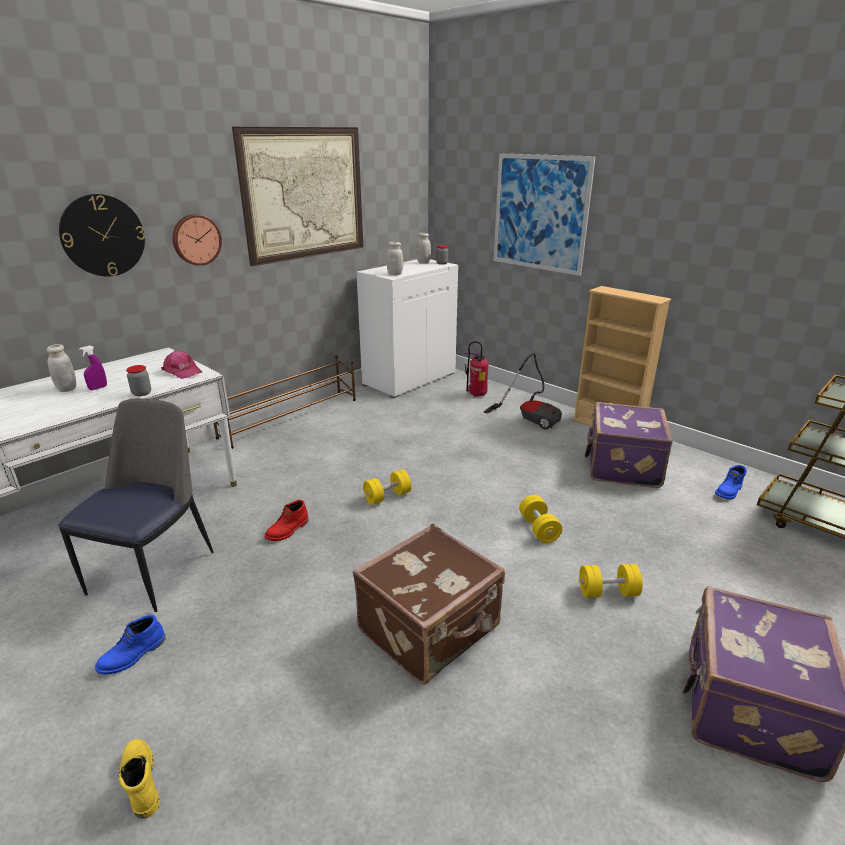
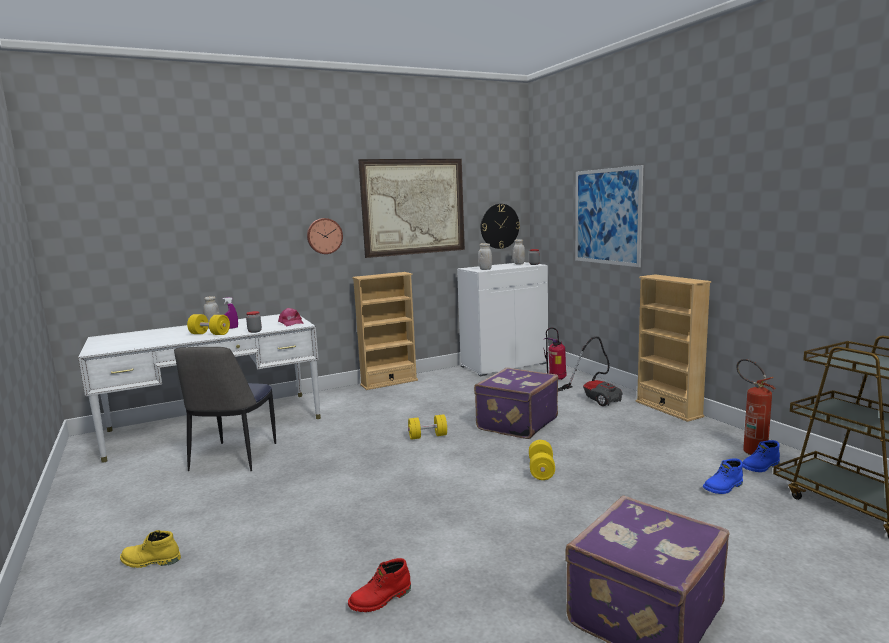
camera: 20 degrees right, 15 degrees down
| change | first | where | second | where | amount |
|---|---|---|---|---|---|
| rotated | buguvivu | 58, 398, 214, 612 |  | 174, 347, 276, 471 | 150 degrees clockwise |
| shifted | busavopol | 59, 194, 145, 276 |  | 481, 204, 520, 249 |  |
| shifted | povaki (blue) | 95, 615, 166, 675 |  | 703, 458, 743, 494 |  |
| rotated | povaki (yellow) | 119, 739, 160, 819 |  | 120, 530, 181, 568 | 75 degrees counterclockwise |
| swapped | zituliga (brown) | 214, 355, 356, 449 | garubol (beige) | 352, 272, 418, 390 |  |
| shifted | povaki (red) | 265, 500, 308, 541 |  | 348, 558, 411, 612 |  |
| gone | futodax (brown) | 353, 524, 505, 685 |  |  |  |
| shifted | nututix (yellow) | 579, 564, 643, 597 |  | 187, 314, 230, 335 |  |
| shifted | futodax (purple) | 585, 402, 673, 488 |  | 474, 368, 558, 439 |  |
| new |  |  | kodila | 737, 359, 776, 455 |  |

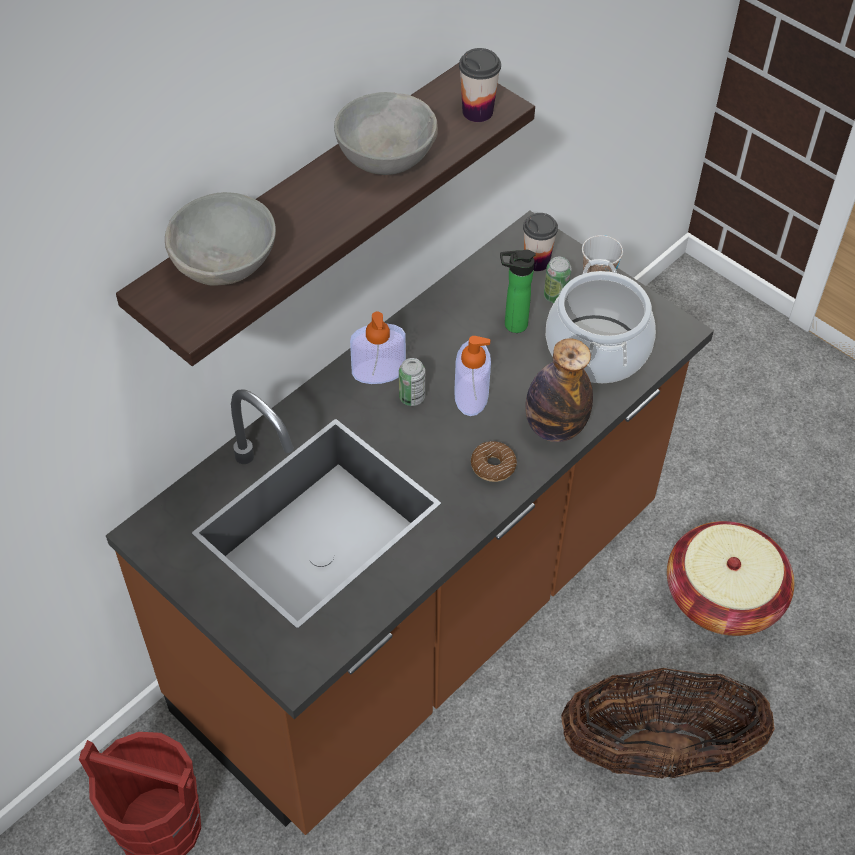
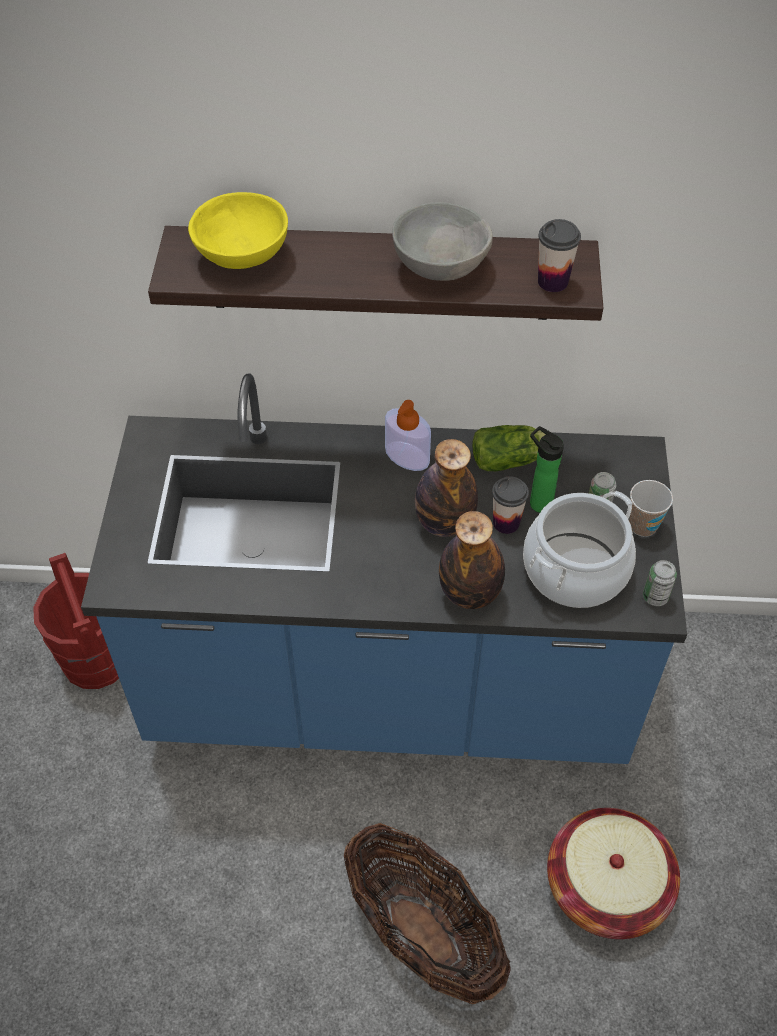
camera: 50 degrees right, 0 degrees up
| change | first | where | second | where | amount |
|---|---|---|---|---|---|
| repainted | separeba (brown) | 106, 211, 714, 835 | separeba (blue) | 81, 374, 687, 764 |  |
| repainted | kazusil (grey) | 165, 192, 276, 286 | kazusil (yellow) | 188, 192, 288, 269 |  |
| shifted | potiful | 399, 358, 425, 406 |  | 643, 560, 677, 606 |  |
| swapped | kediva | 454, 336, 491, 416 | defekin | 415, 439, 478, 537 |  |
| gone | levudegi | 471, 441, 517, 482 |  |  |  |
| shifted | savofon | 523, 213, 558, 271 |  | 492, 476, 529, 534 |  |
| new |  |  | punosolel | 472, 425, 546, 471 |  |

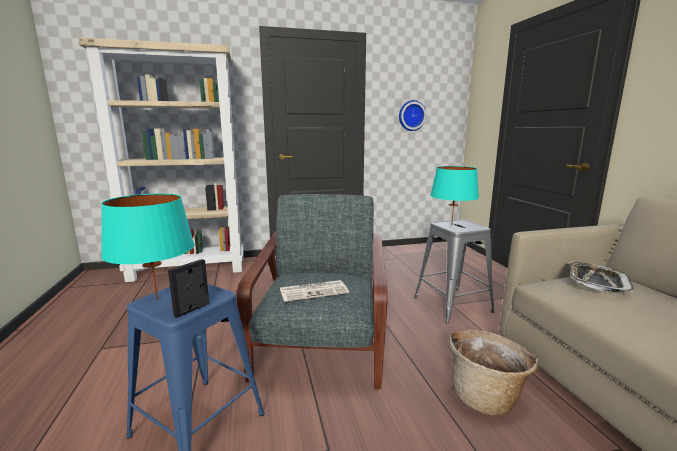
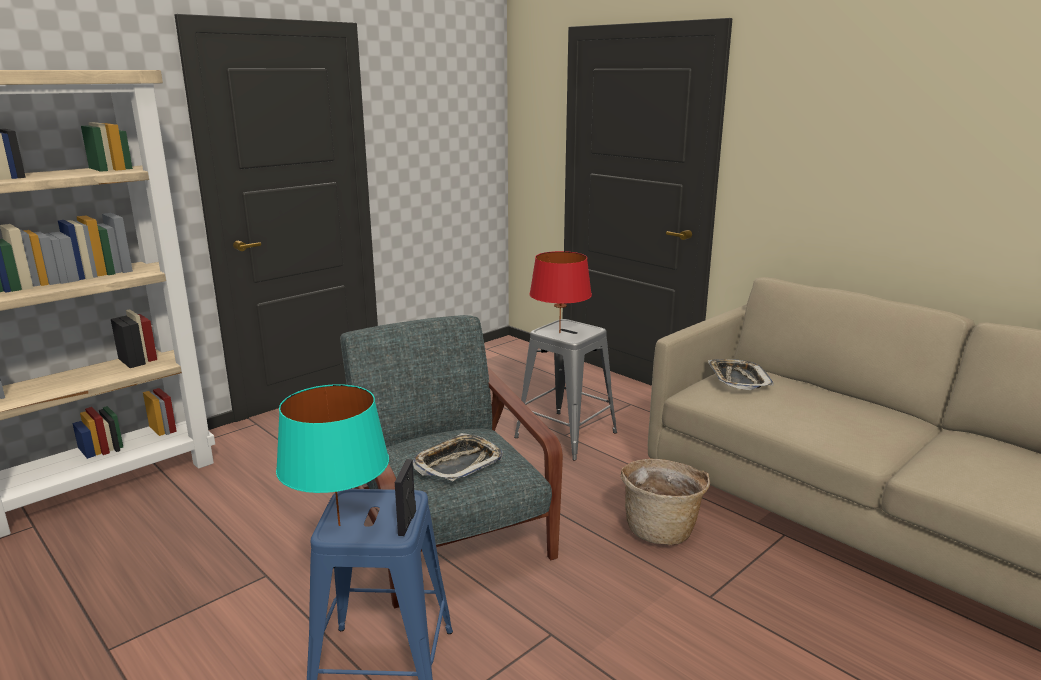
camera: 30 degrees left, 5 degrees up
| change | first | where | second | where | amount |
|---|---|---|---|---|---|
| swapped | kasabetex | 280, 280, 349, 302 | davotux | 413, 433, 503, 482 |  |
| gone | busavopol | 399, 100, 426, 131 |  |  |  |
| repainted | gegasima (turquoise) | 430, 166, 479, 226 | gegasima (red) | 529, 251, 592, 333 |  |

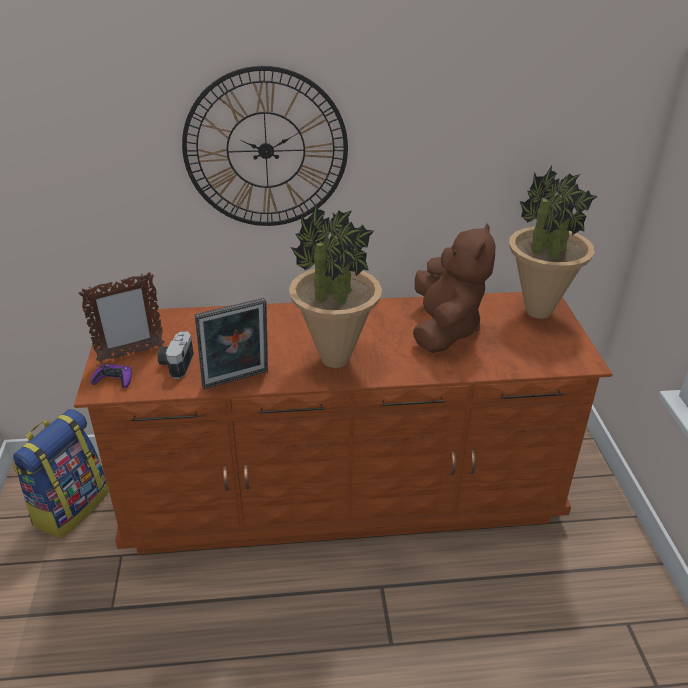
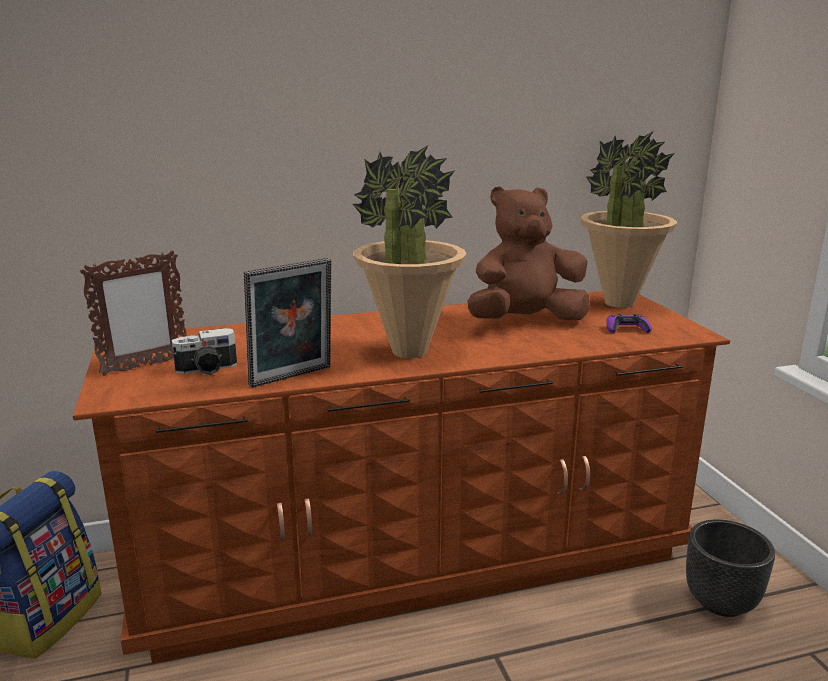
camera: 10 degrees left, 15 degrees down
| change | first | where | second | where | amount |
|---|---|---|---|---|---|
| shifted | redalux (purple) | 90, 364, 132, 388 |  | 606, 314, 652, 333 |  |
| rotated | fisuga | 157, 331, 194, 379 |  | 172, 328, 237, 375 | 105 degrees counterclockwise |
| gone | busavopol | 182, 66, 348, 226 |  |  |  |
| rotated | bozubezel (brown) | 413, 223, 496, 353 |  | 468, 186, 590, 320 | 105 degrees counterclockwise |
| new |  |  | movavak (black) | 686, 519, 775, 617 |  |

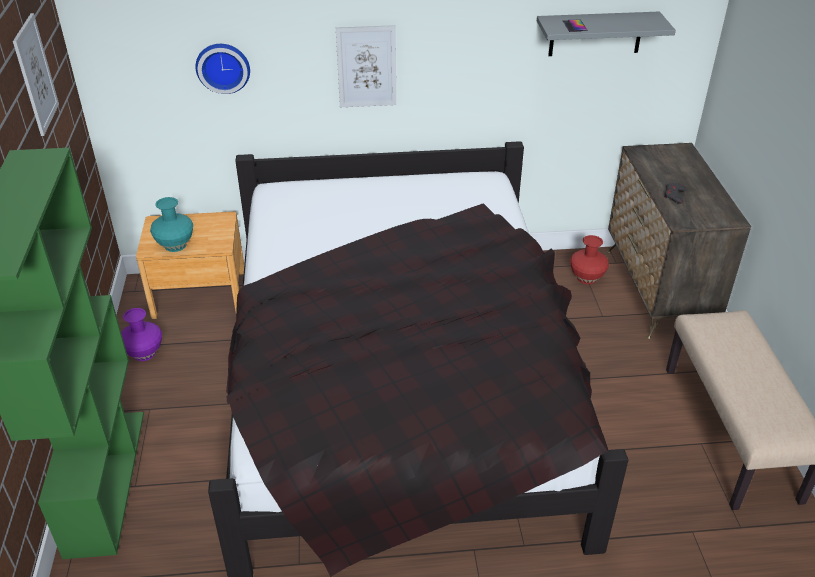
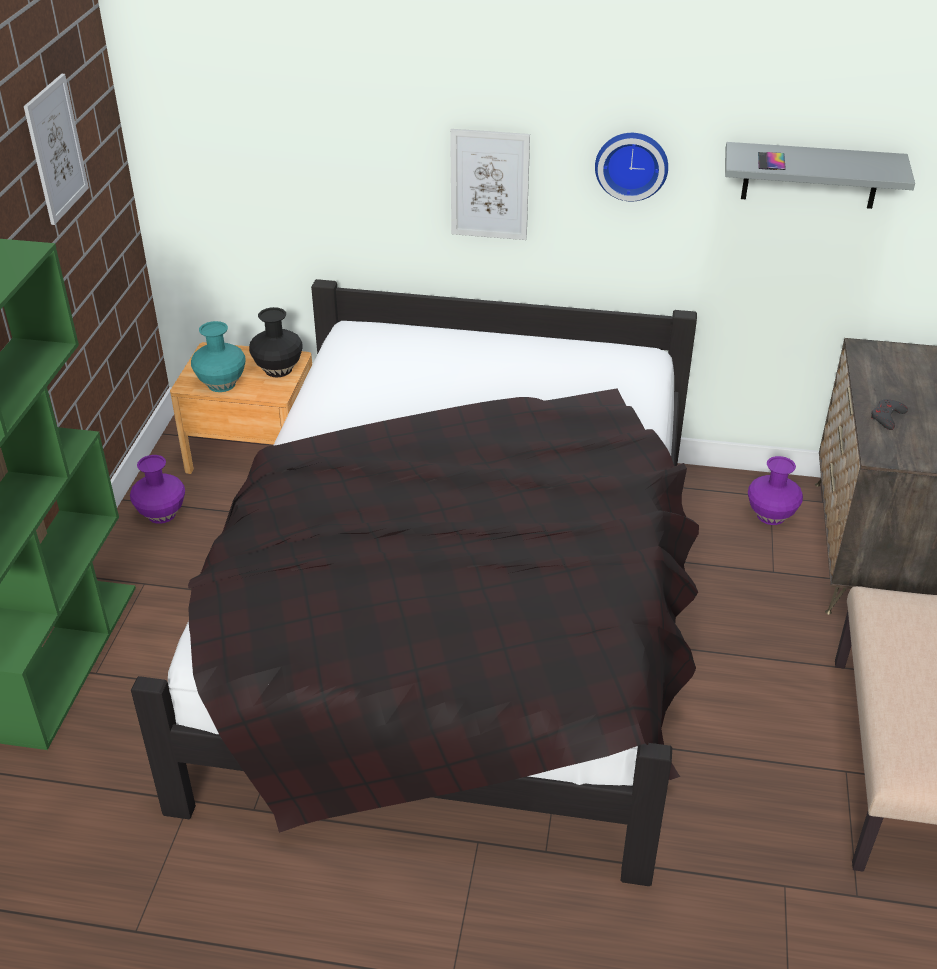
camera: 15 degrees right, 0 degrees up
| change | first | where | second | where | amount |
|---|---|---|---|---|---|
| shifted | busavopol | 195, 44, 250, 94 |  | 595, 133, 668, 202 |  |
| repainted | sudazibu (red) | 570, 235, 609, 284 | sudazibu (purple) | 748, 456, 803, 525 |  |
| new |  |  | sudazibu (black) | 249, 307, 303, 377 |  |

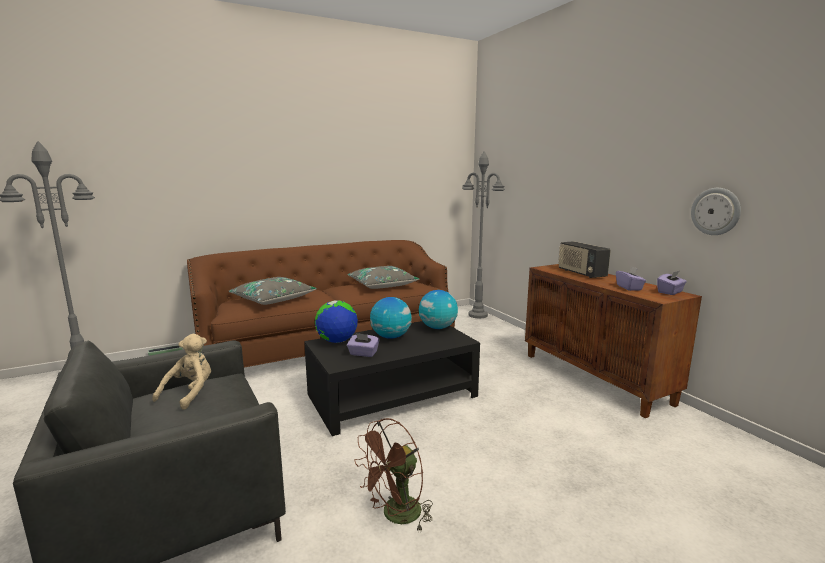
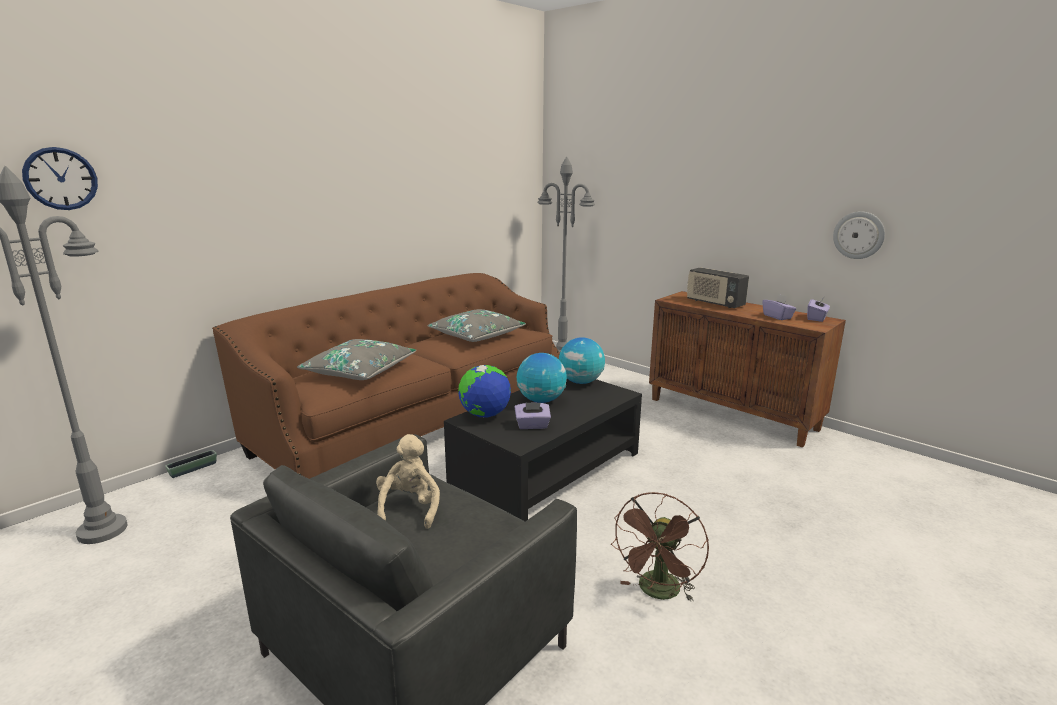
camera: 20 degrees left, 5 degrees up
| change | first | where | second | where | amount |
|---|---|---|---|---|---|
| new |  |  | busavopol | 22, 147, 98, 210 |  |

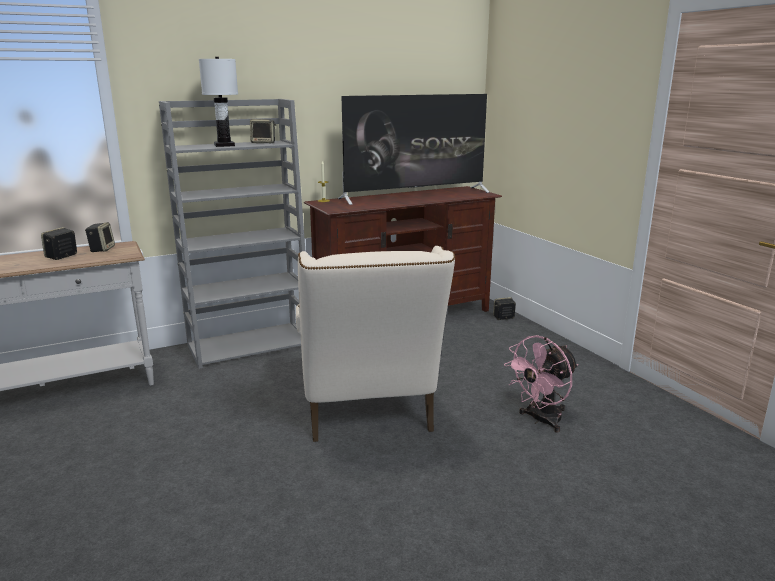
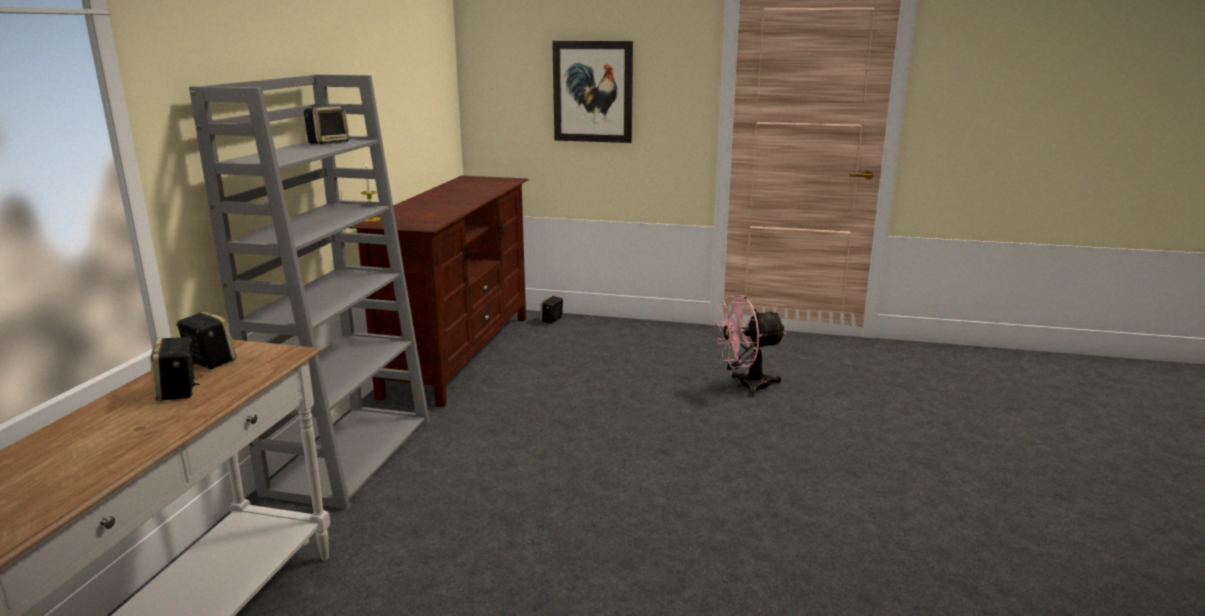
camera: 50 degrees left, 0 degrees up
| change | first | where | second | where | amount |
|---|---|---|---|---|---|
| gone | gegasima (white) | 199, 57, 238, 147 |  |  |  |
| gone | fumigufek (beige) | 296, 246, 455, 442 |  |  |  |
| gone | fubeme | 338, 94, 489, 205 |  |  |  |
| rotated | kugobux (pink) | 504, 335, 578, 433 |  | 715, 295, 786, 397 | 75 degrees clockwise |
| new |  |  | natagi | 552, 41, 633, 143 |  |

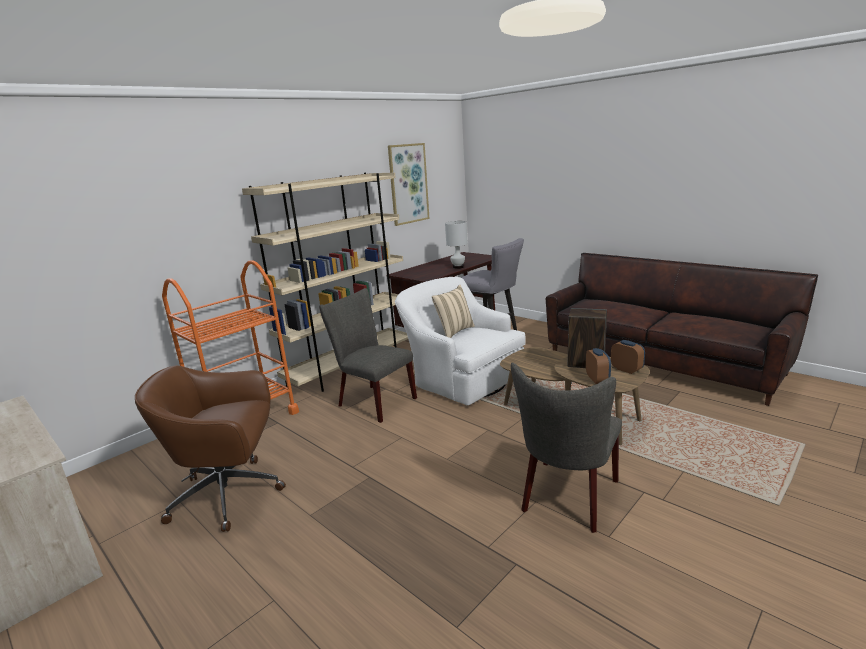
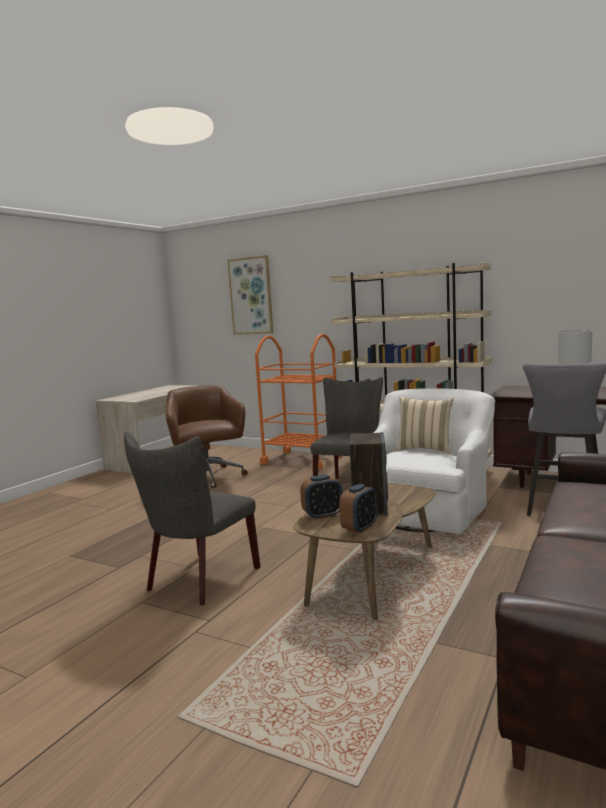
camera: 75 degrees right, 10 degrees down
| change | first | where | second | where | amount |
|---|---|---|---|---|---|
| shifted | natagi | 388, 143, 430, 226 |  | 227, 255, 274, 335 |  |
| rotated | buguvivu (grey) | 511, 363, 622, 533 |  | 124, 431, 261, 606 | 75 degrees counterclockwise |

